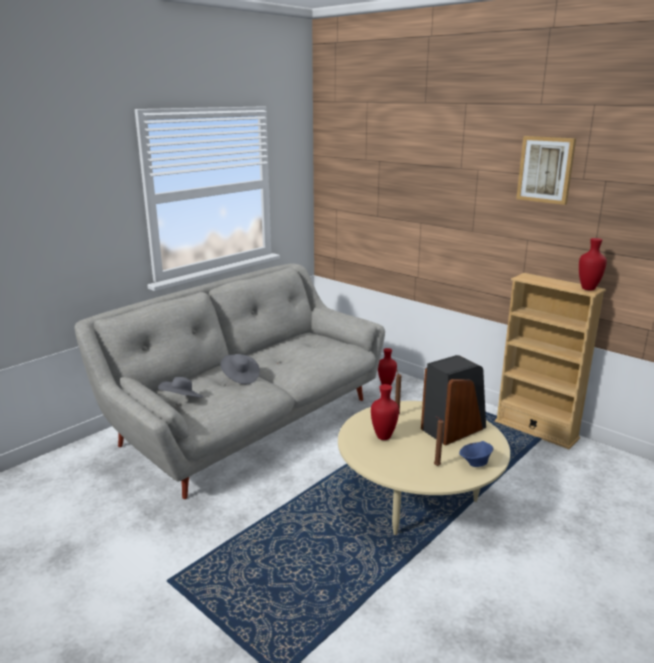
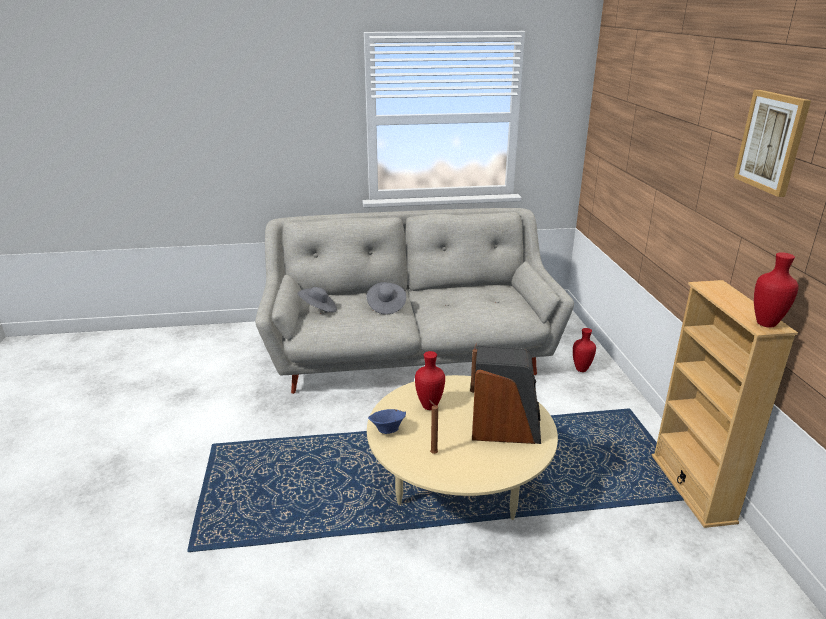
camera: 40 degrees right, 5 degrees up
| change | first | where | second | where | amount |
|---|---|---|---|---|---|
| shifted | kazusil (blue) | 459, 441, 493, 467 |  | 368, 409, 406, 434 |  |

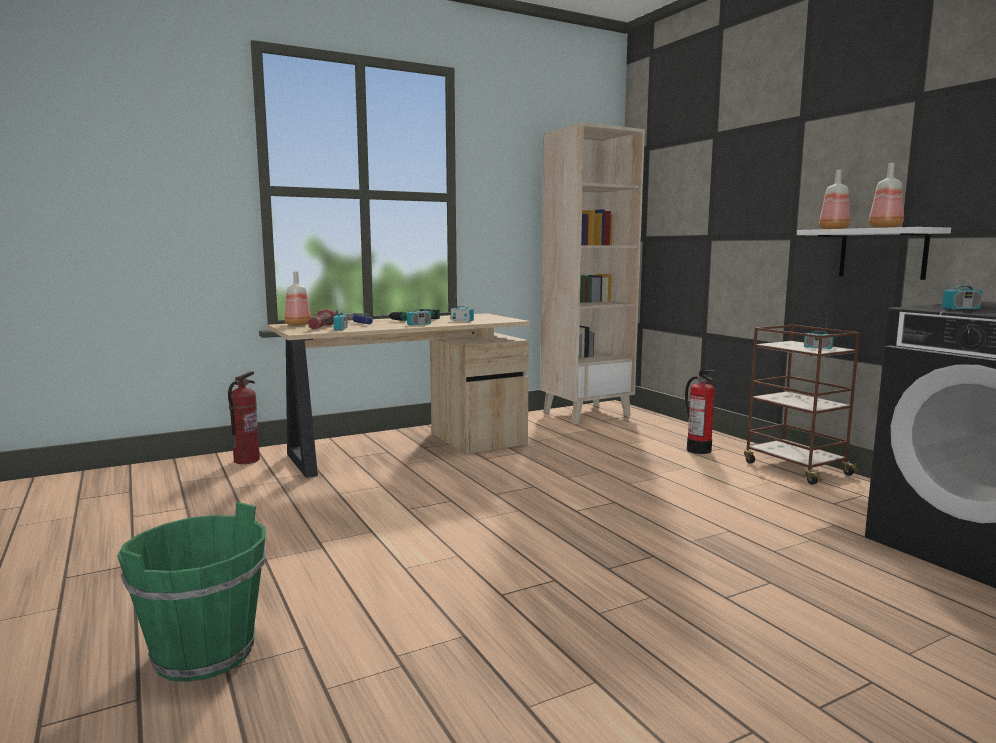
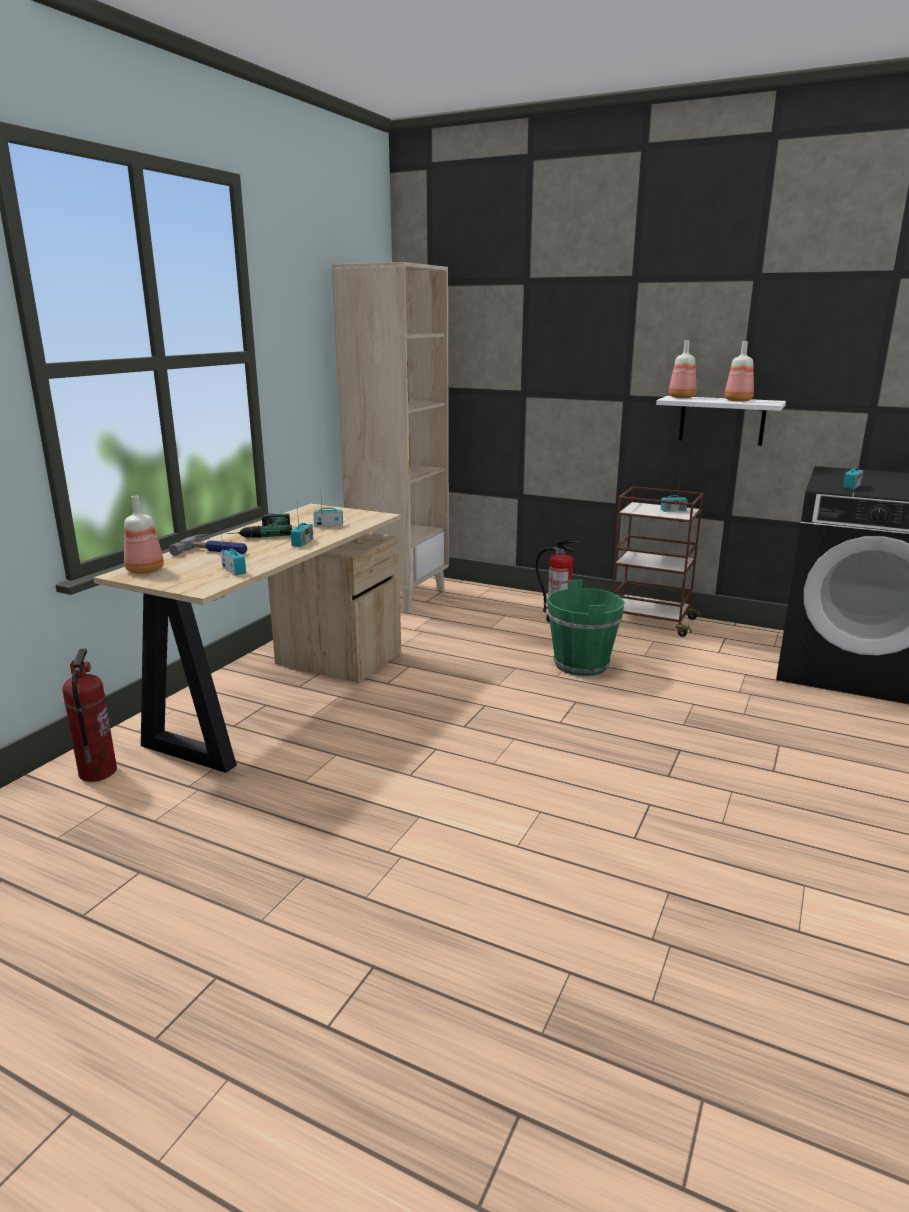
camera: 35 degrees left, 10 degrees up
| change | first | where | second | where | amount |
|---|---|---|---|---|---|
| shifted | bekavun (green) | 117, 502, 266, 682 |  | 546, 580, 624, 676 |  |
| gone | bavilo | 308, 309, 338, 329 |  |  |  |

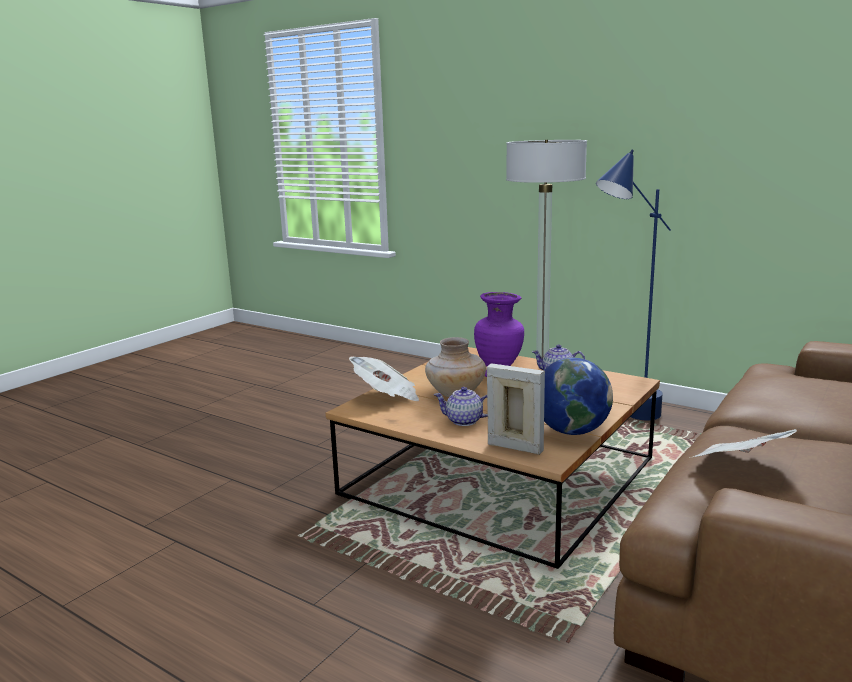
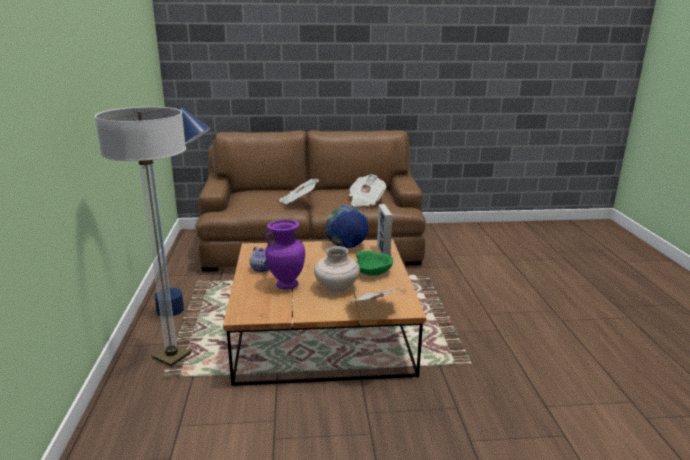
camera: 130 degrees left, 5 degrees up
| change | first | where | second | where | amount |
|---|---|---|---|---|---|
| swapped | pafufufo | 434, 387, 488, 426 | kazusil (green) | 355, 251, 393, 276 |  |
| new |  |  | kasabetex | 279, 179, 319, 205 |  |

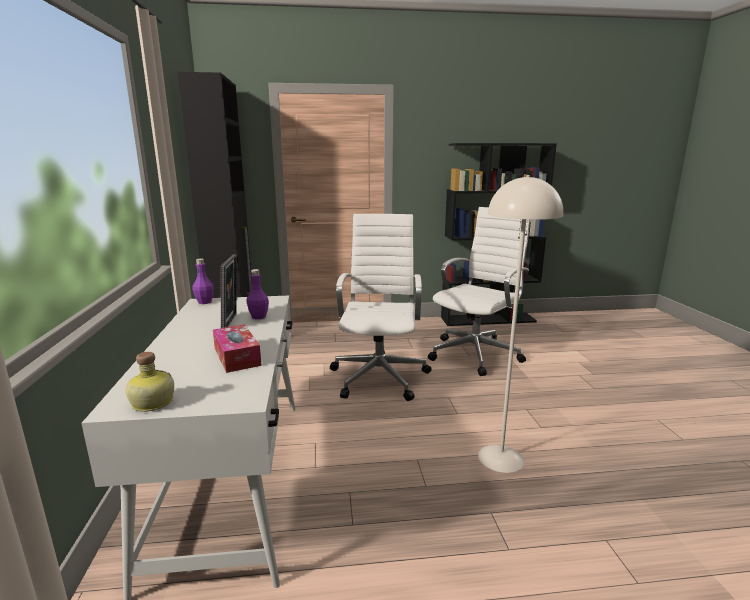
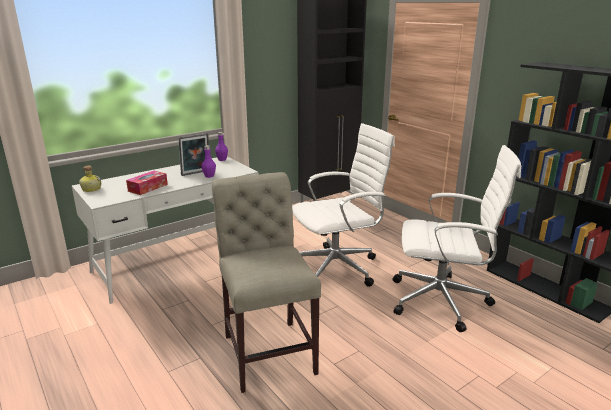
camera: 60 degrees right, 5 degrees up
| change | first | where | second | where | amount |
|---|---|---|---|---|---|
| swapped | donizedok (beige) | 478, 175, 563, 473 | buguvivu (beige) | 212, 172, 321, 393 |  |

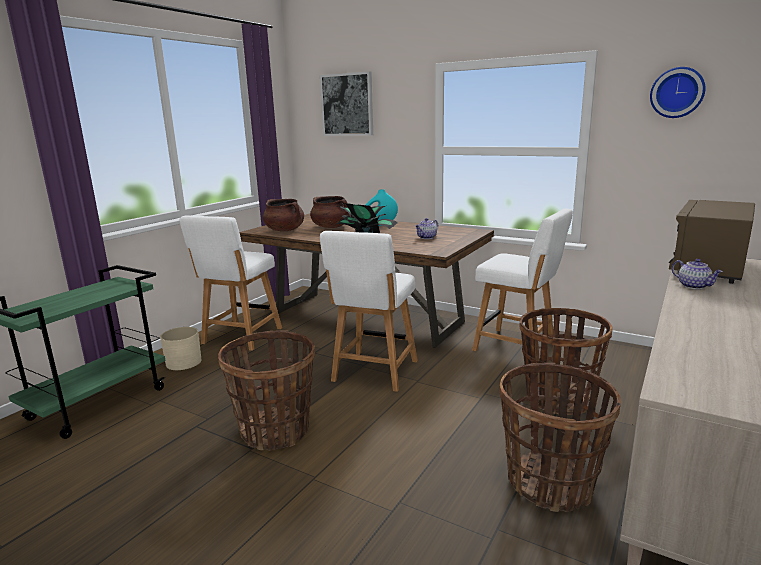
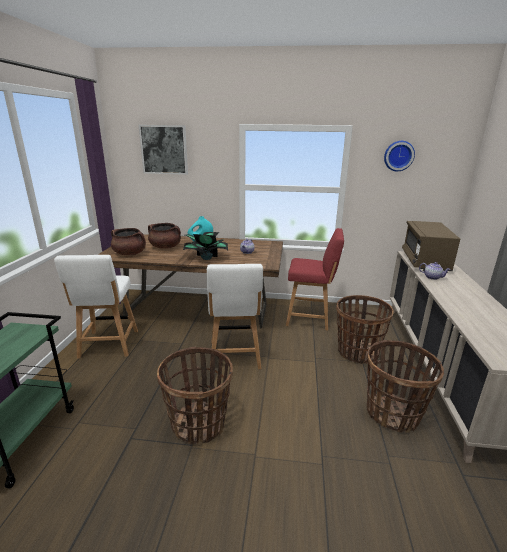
camera: 25 degrees left, 5 degrees up
| change | first | where | second | where | amount |
|---|---|---|---|---|---|
| gone | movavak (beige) | 160, 327, 201, 370 |  |  |  |
| repainted | buguvivu (white) | 472, 208, 573, 351 | buguvivu (red) | 286, 228, 344, 331 |  |

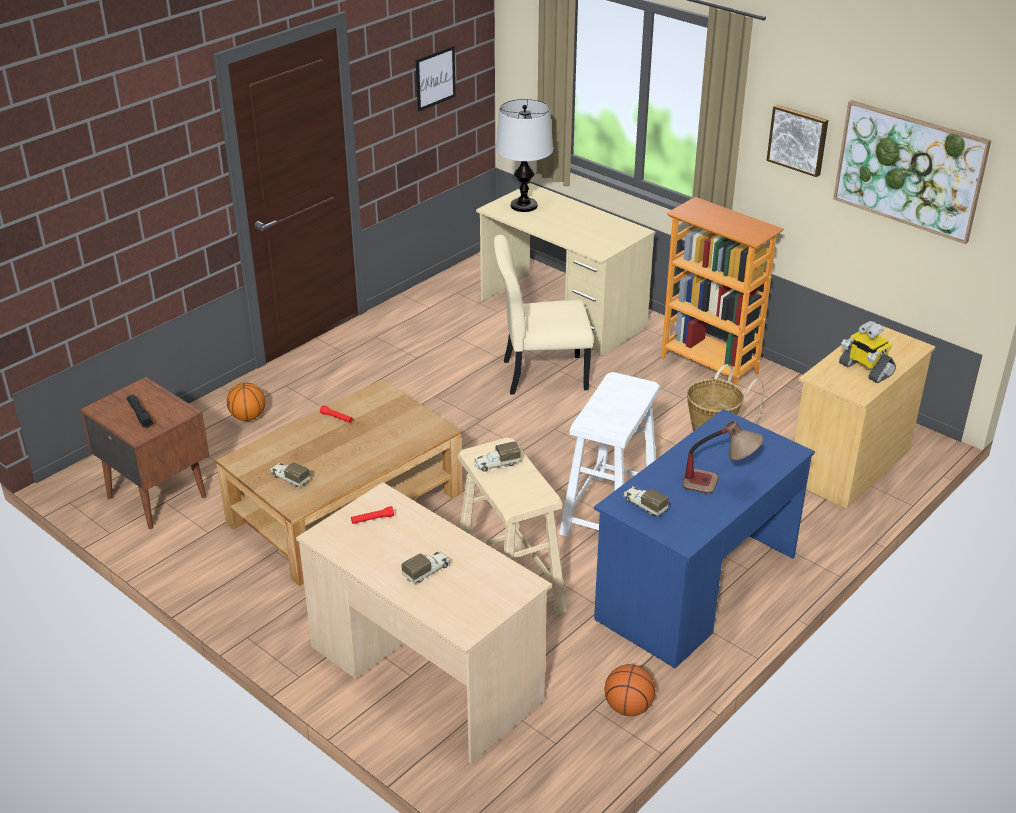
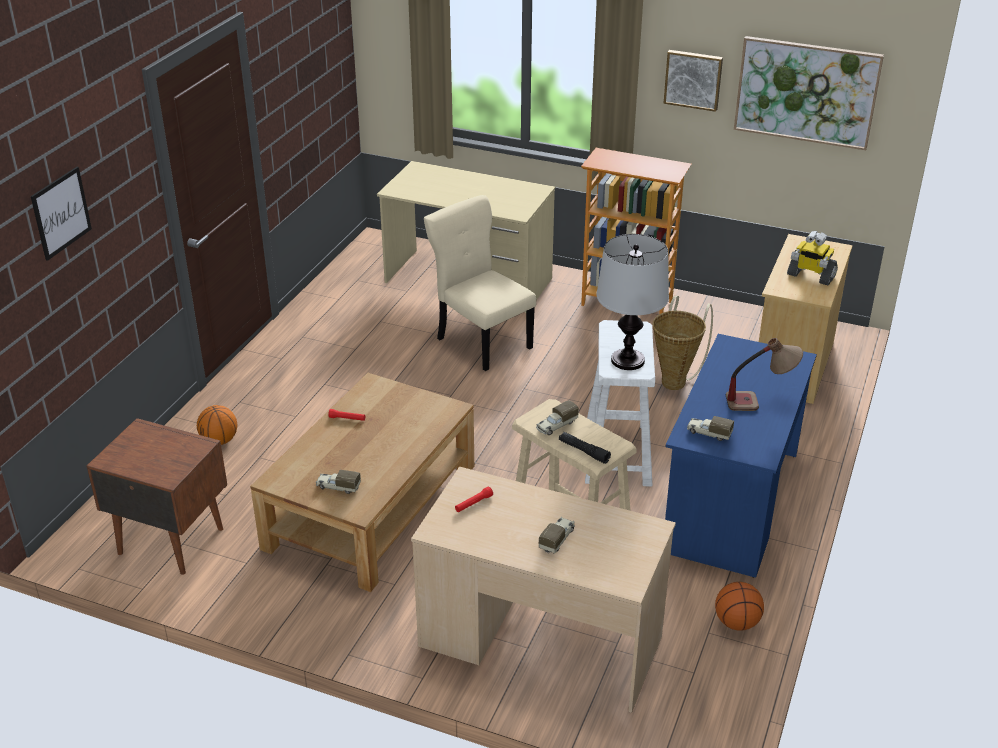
camera: 20 degrees left, 0 degrees up
| change | first | where | second | where | amount |
|---|---|---|---|---|---|
| shifted | bavilo (black) | 127, 395, 153, 428 |  | 559, 432, 611, 464 |  |
| shifted | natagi | 416, 46, 456, 111 |  | 31, 167, 92, 261 |  |
| rotated | buguvivu (beige) | 494, 235, 593, 395 |  | 424, 195, 536, 371 | 75 degrees clockwise |
| shifted | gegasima | 496, 99, 553, 212 |  | 596, 234, 669, 370 |  |

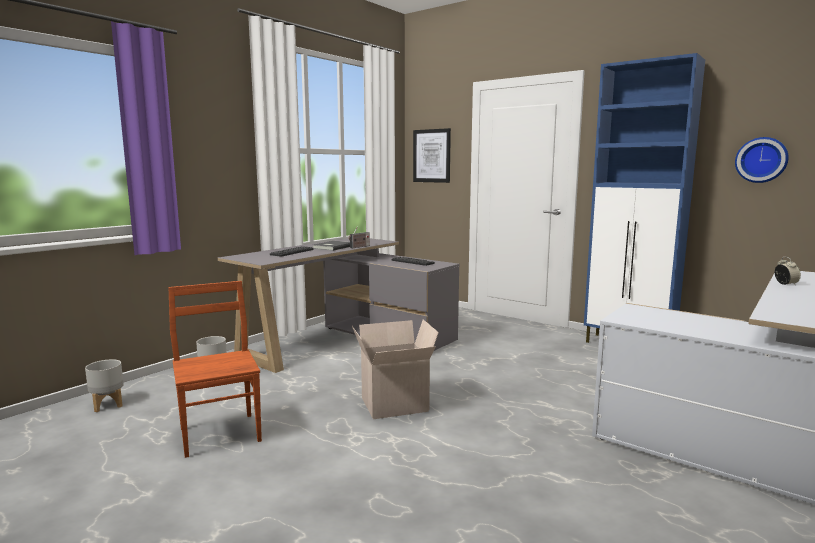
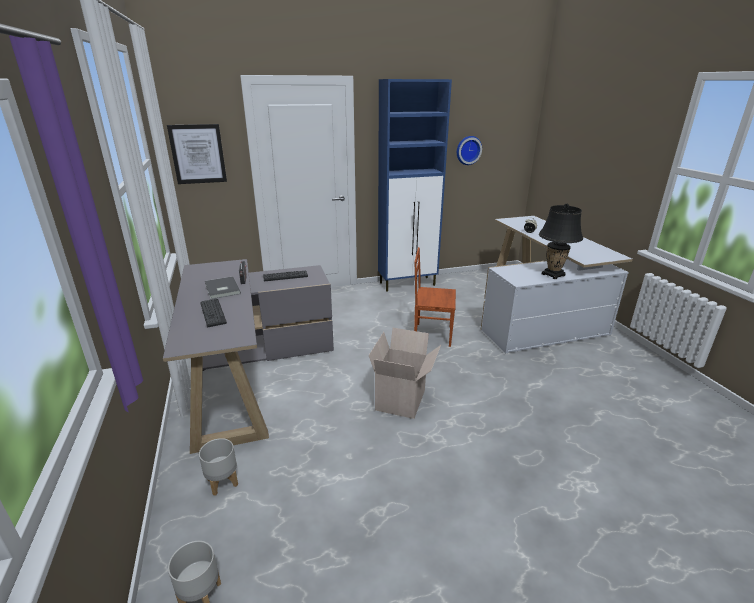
camera: 55 degrees left, 15 degrees up
| change | first | where | second | where | amount |
|---|---|---|---|---|---|
| shifted | buguvivu (brown) | 168, 281, 262, 458 |  | 414, 247, 456, 347 |  |
| new |  |  | gegasima (black) | 539, 203, 583, 279 |  |

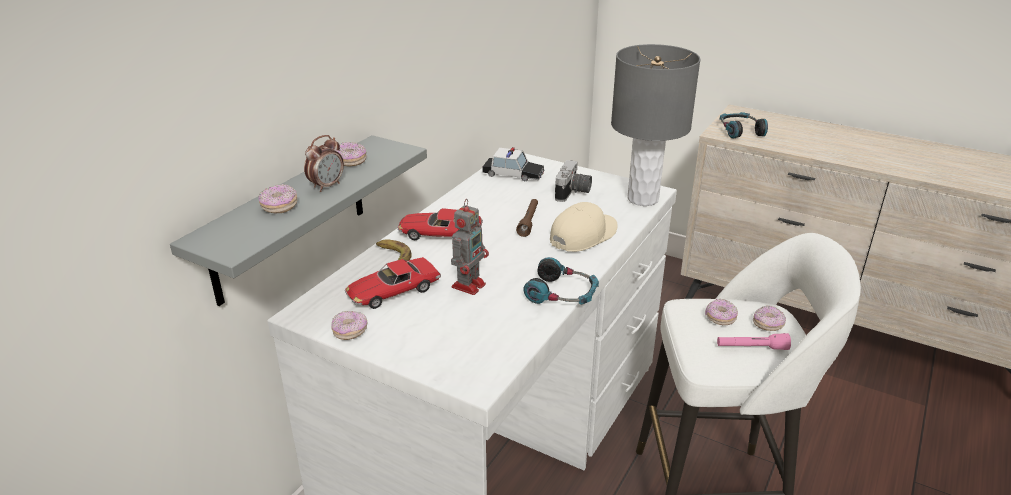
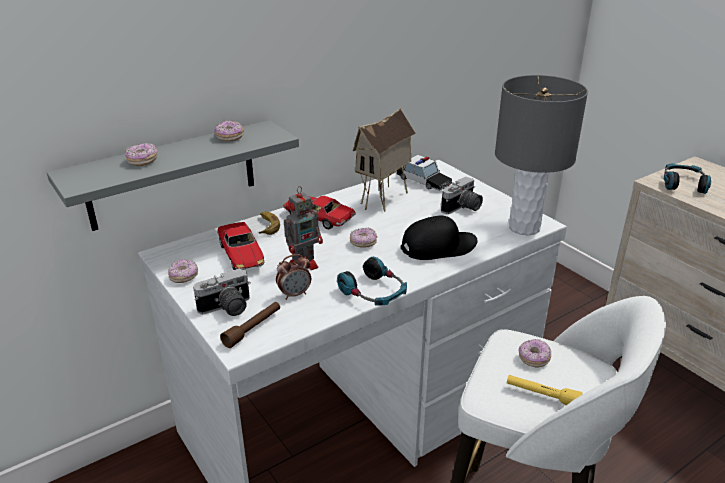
camera: 25 degrees right, 0 degrees up
| change | first | where | second | where | amount |
|---|---|---|---|---|---|
| shifted | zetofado | 304, 135, 344, 192 |  | 276, 254, 311, 300 |  |
| rotated | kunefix | 345, 257, 441, 309 |  | 217, 222, 265, 270 | 105 degrees counterclockwise |
| shifted | bavilo (brown) | 516, 199, 538, 237 |  | 220, 302, 280, 348 |  |
| repainted | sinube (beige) | 550, 202, 618, 252 | sinube (black) | 401, 216, 478, 260 |  |
| repainted | bavilo (pink) | 717, 333, 791, 350 | bavilo (yellow) | 507, 375, 583, 405 |  |
| shifted | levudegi | 753, 305, 786, 331 |  | 350, 227, 377, 248 |  |
| new |  |  | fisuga | 193, 268, 251, 316 |  |
| new |  |  | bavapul | 353, 108, 416, 212 |  |

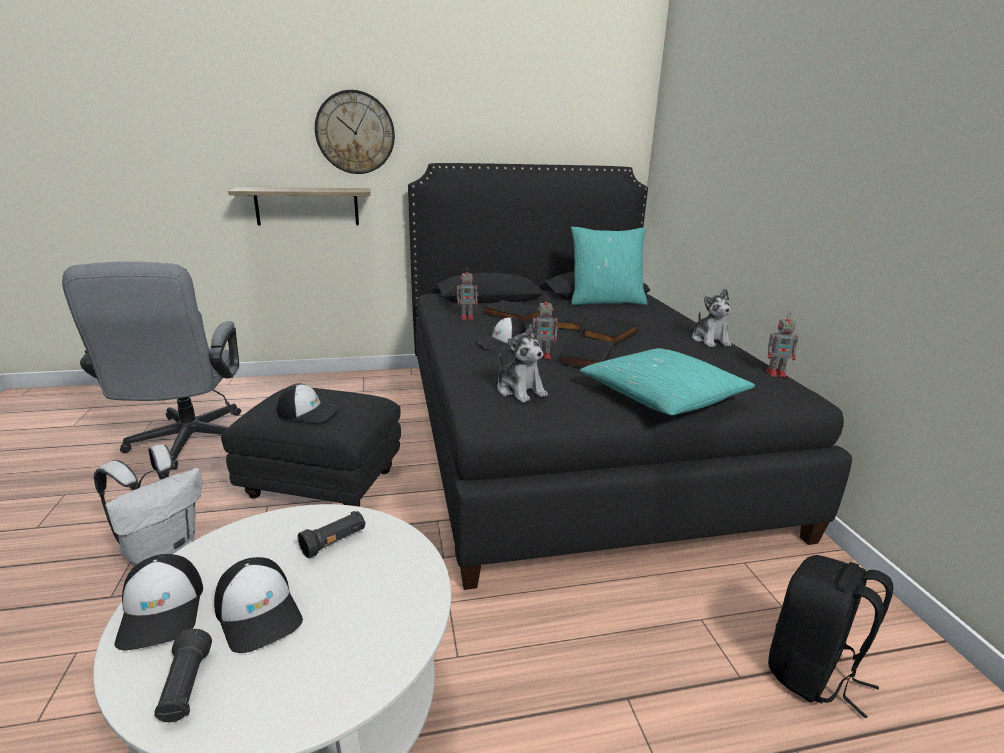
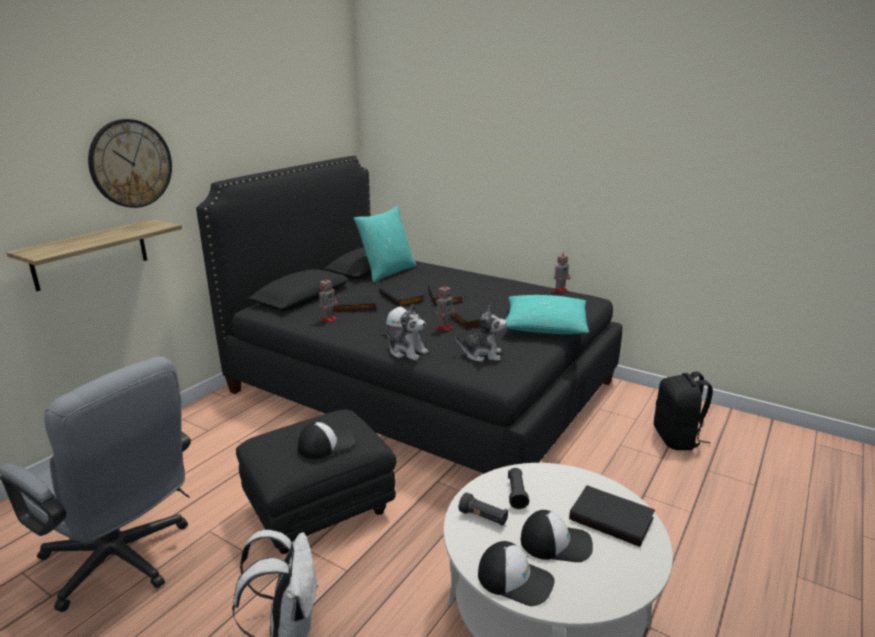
camera: 45 degrees left, 0 degrees up
| change | first | where | second | where | amount |
|---|---|---|---|---|---|
| shifted | bavilo (black) | 154, 629, 212, 722 |  | 458, 492, 508, 526 |  |
| shifted | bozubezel | 692, 288, 732, 347 |  | 385, 304, 429, 361 |  |
| new |  |  | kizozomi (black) | 569, 485, 655, 547 |  |

